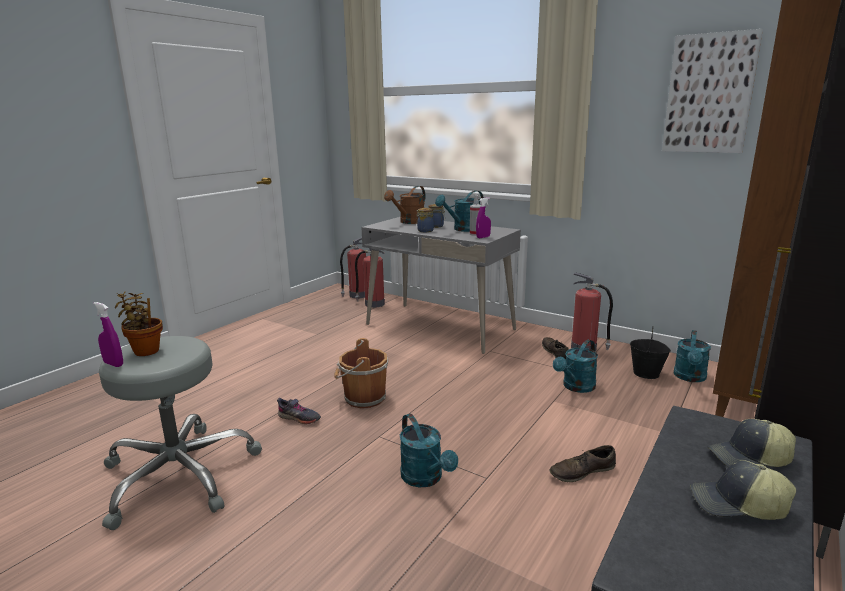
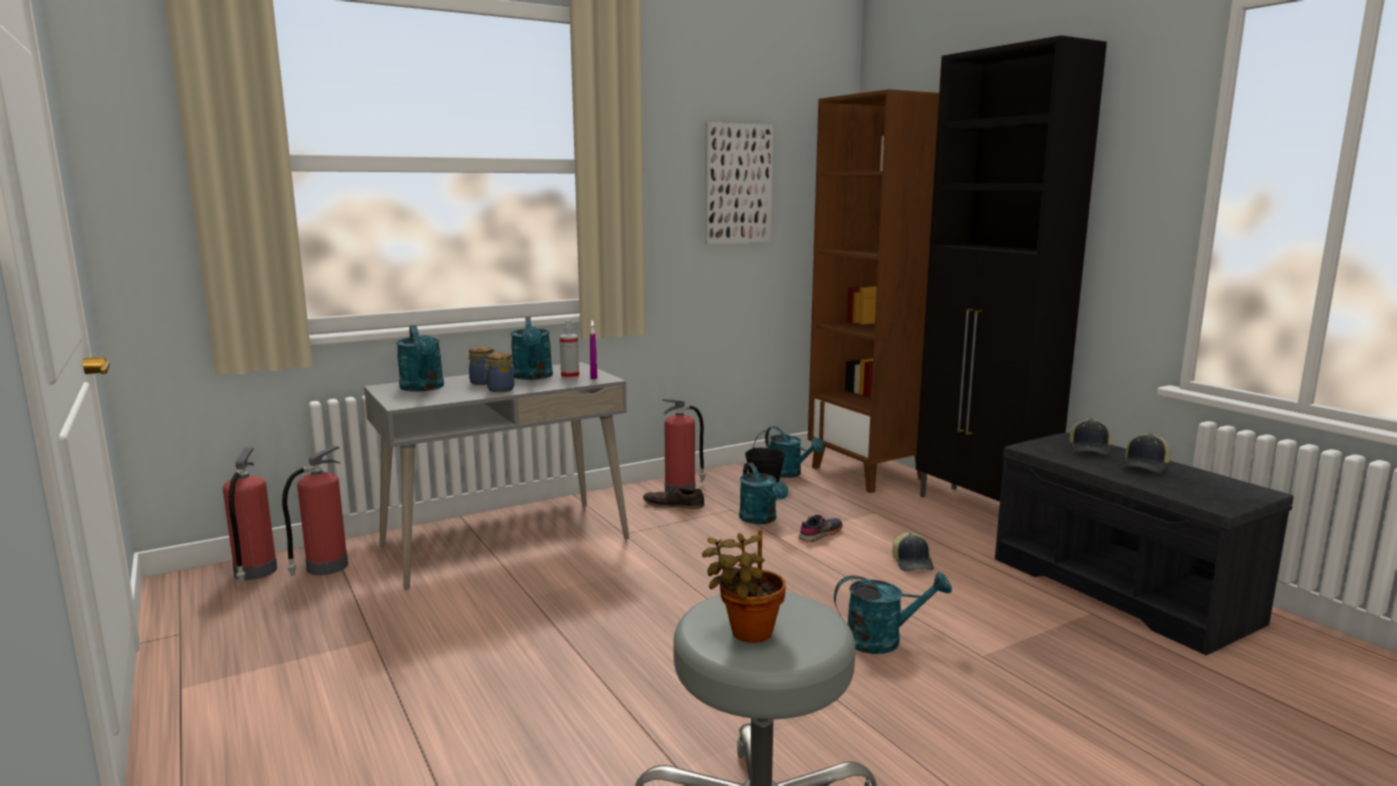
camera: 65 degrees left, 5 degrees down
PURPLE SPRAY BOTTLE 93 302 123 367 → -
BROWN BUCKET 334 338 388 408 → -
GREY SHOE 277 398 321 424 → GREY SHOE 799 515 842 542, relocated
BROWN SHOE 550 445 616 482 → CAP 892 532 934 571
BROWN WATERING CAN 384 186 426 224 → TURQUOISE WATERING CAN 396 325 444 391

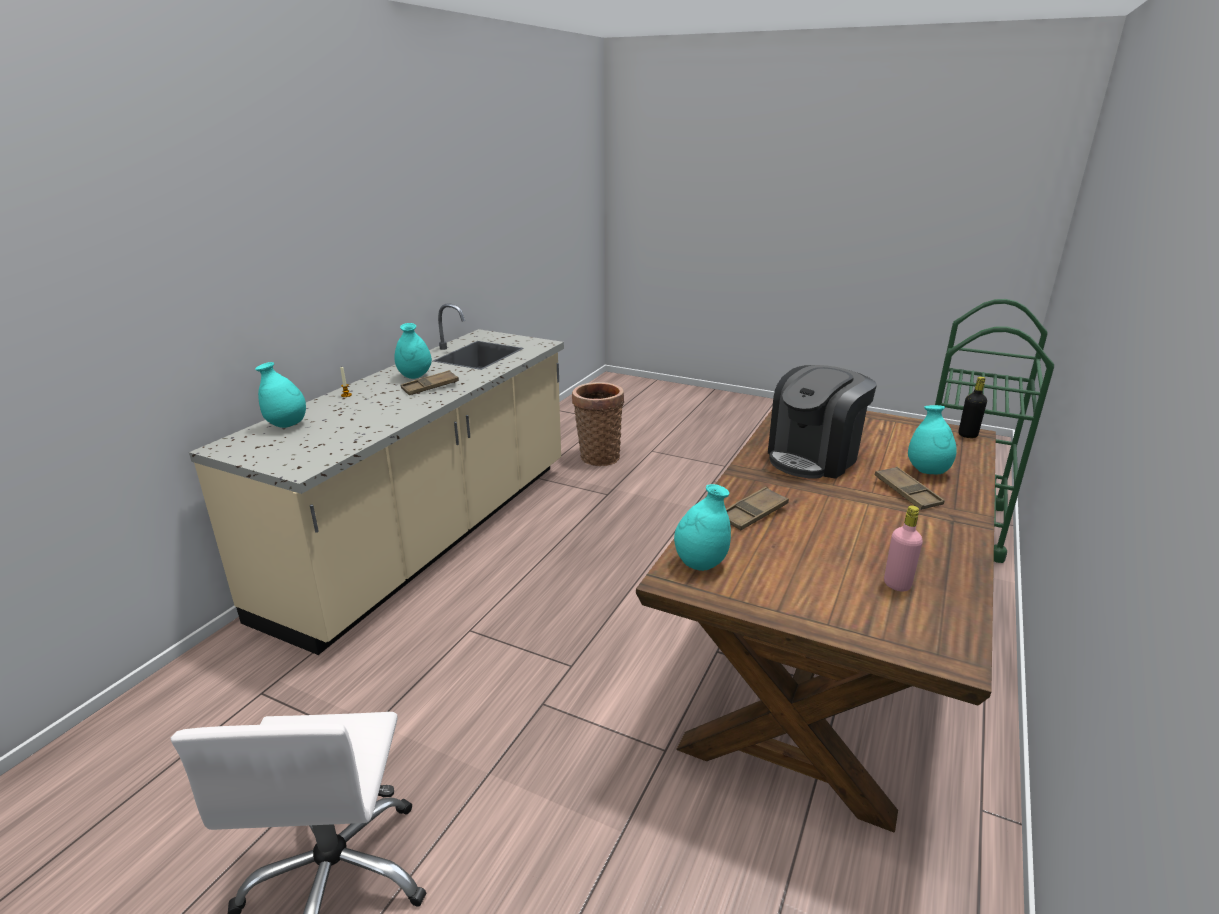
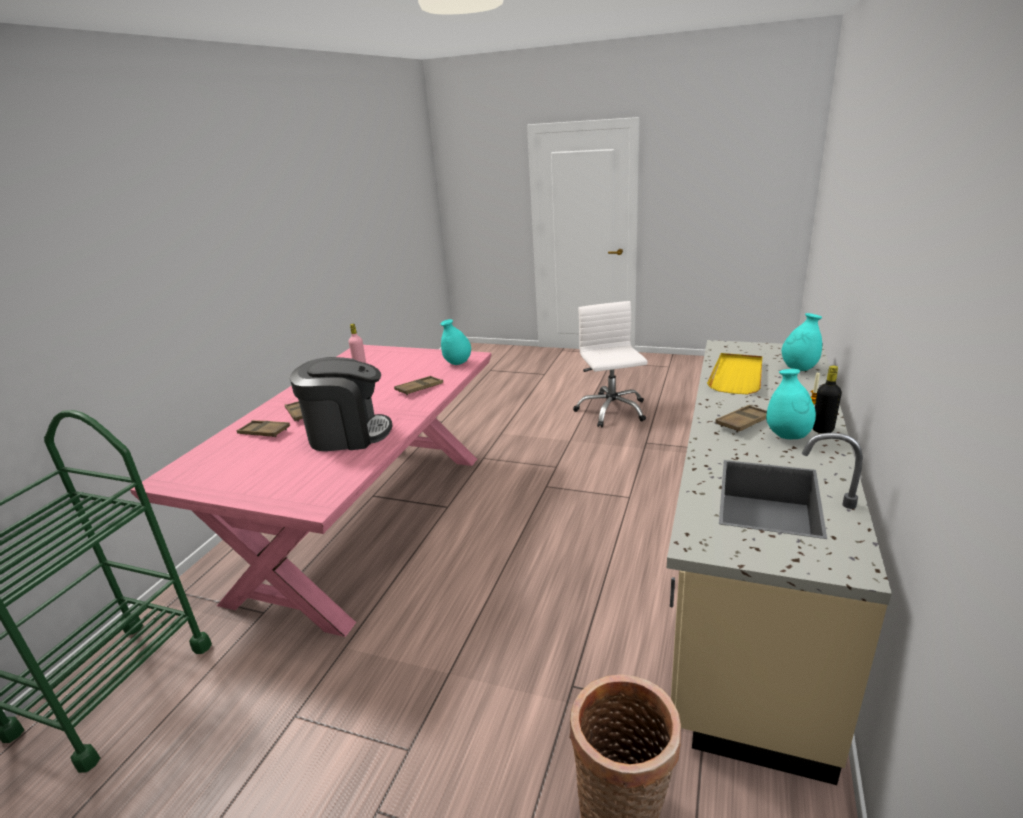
camera: 175 degrees right, 0 degrees up
- → YELLOW TRAY 707 353 762 394
BLACK BOTTLE 959 377 987 438 → BLACK BOTTLE 812 366 842 433, relocated
TURQUOISE VASE 908 405 957 475 → BROWN TRAY 236 420 290 437
BROWN DINING TABLE 636 410 996 832 → PINK DINING TABLE 130 345 491 637
COFFEE MACHINE 768 365 877 479 → COFFEE MACHINE 290 357 393 451, 45 degrees clockwise

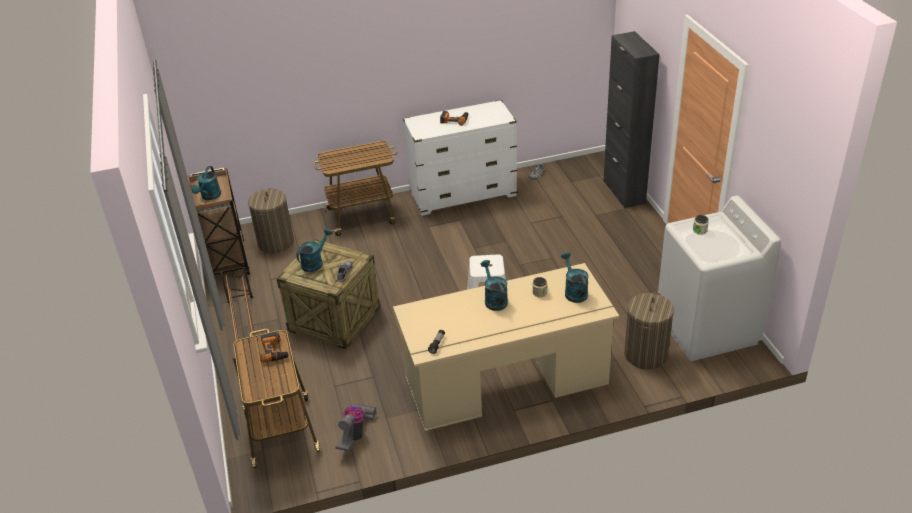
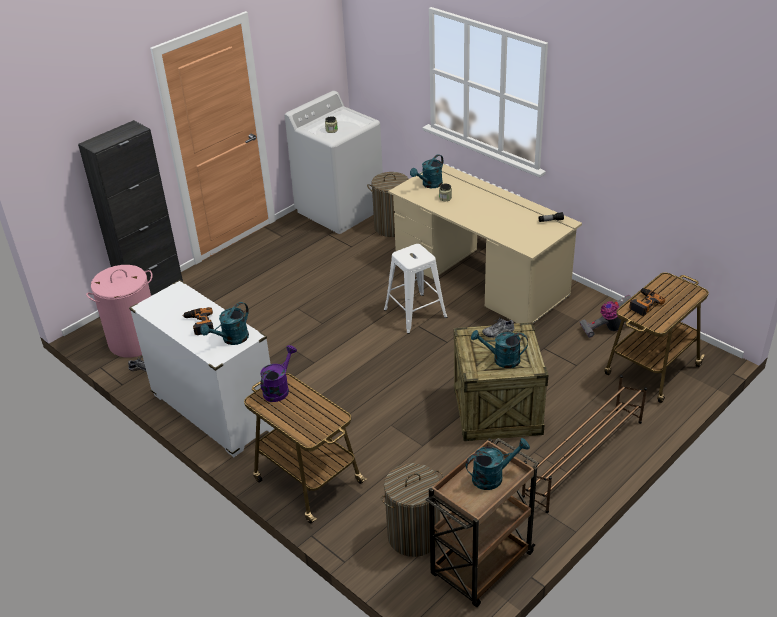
camera: 120 degrees left, 0 degrees up
- → PINK LAUNDRY BASKET 86 265 153 358
- → PURPLE WATERING CAN 260 345 297 402
TURQUOISE WATERING CAN 481 260 508 311 → TURQUOISE WATERING CAN 200 302 249 345, relocated

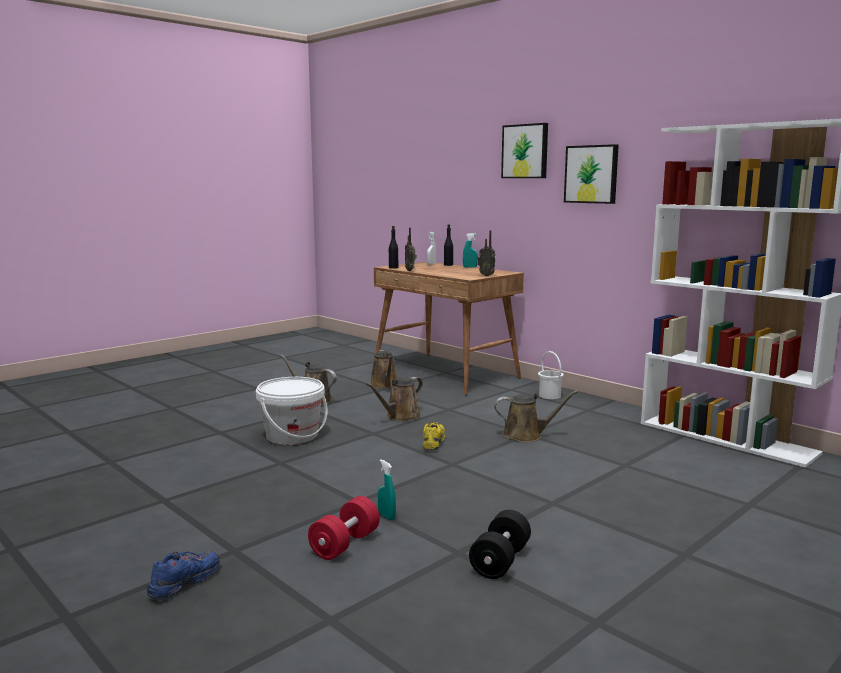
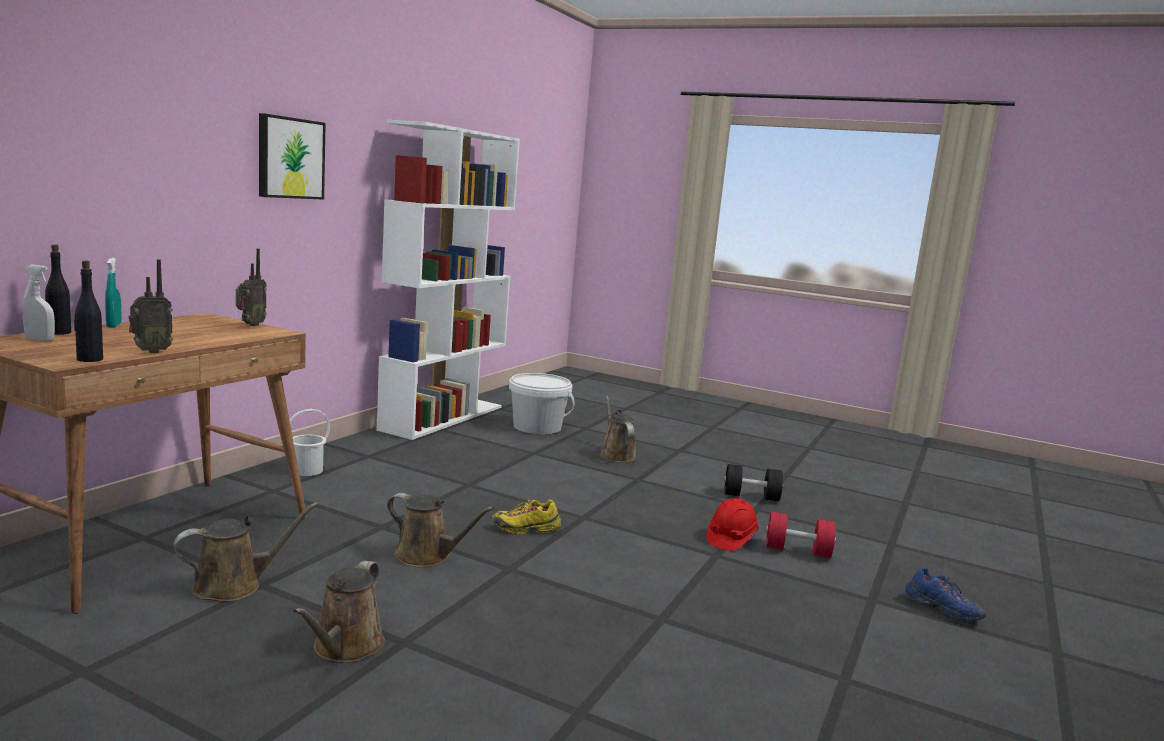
camera: 110 degrees left, 0 degrees up
PICTURE 501 123 548 178 → -
WHITE BUCKET 256 377 328 445 → WHITE BUCKET 509 373 575 435, relocated
BROWN WATERING CAN 495 391 578 442 → BROWN WATERING CAN 599 396 637 463, relocated
TURQUOISE SPRAY BOTTLE 378 459 396 520 → RED HARD HAT 707 498 759 551
BLUE SHOE 147 551 220 600 → BLUE SHOE 905 568 986 621, 150 degrees counterclockwise

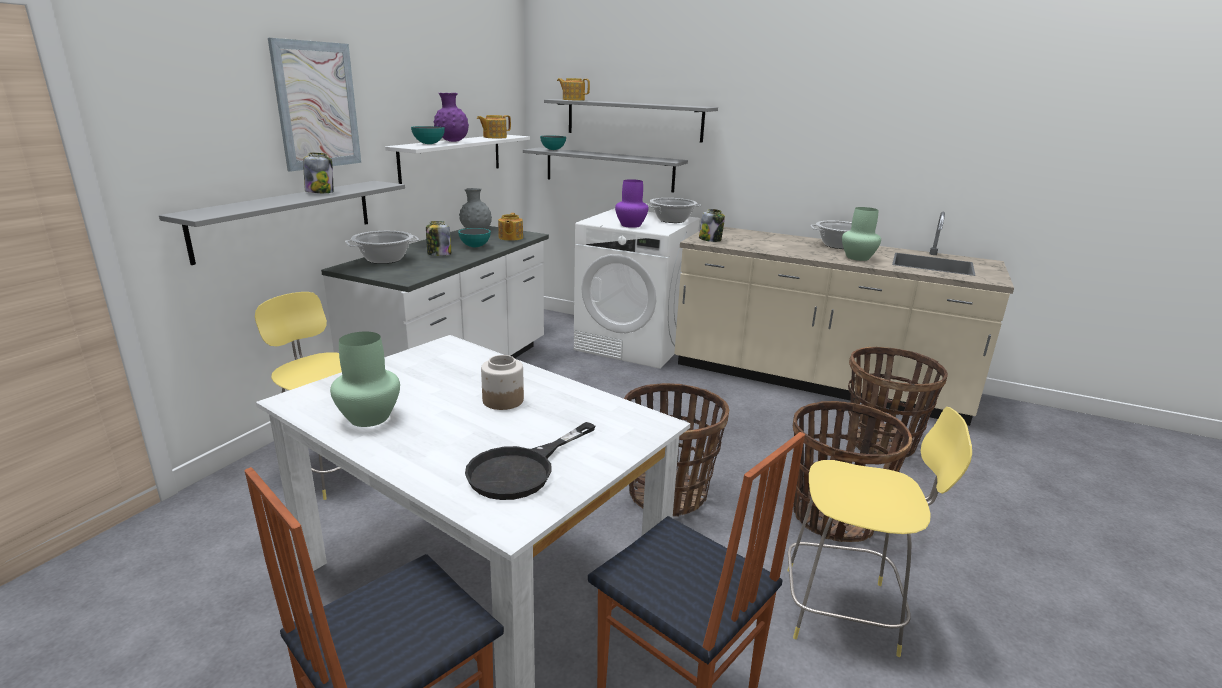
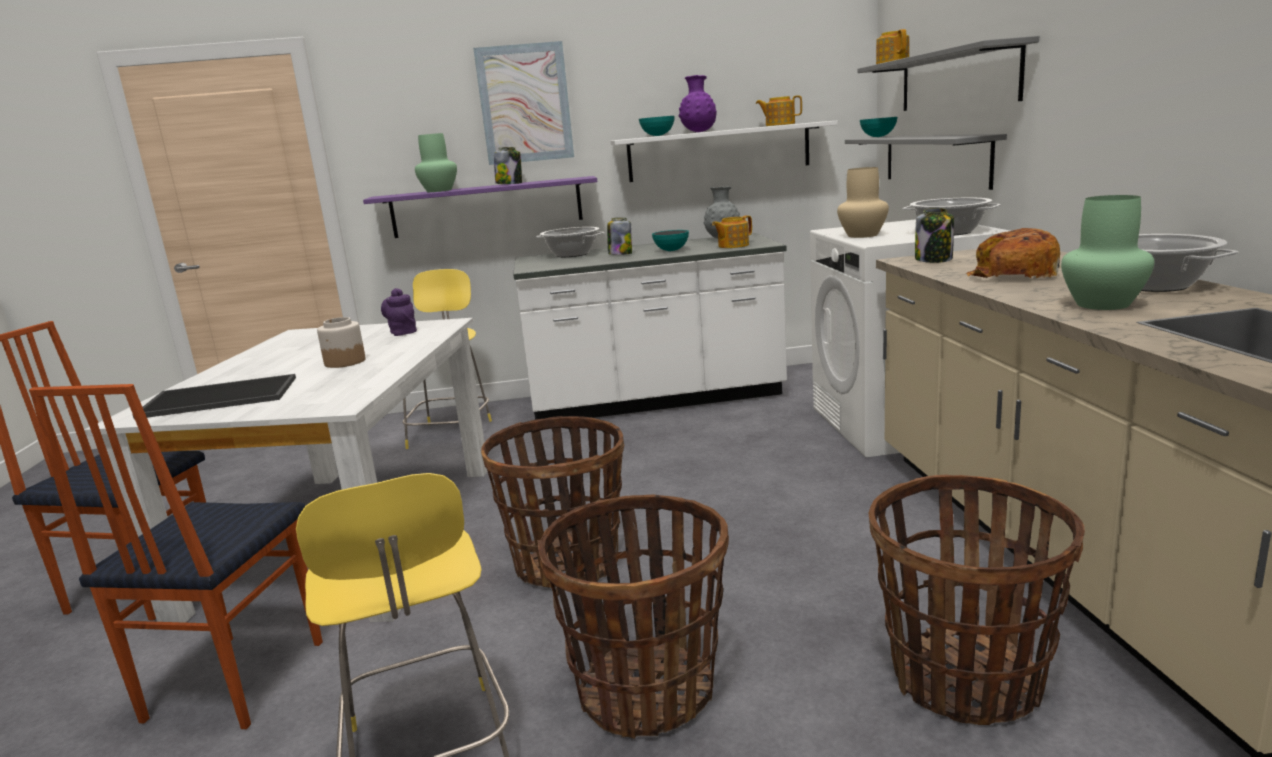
camera: 60 degrees right, 5 degrees down
- → PURPLE TEAPOT 381 288 417 336
- → BREAD 966 228 1060 278
GREEN VASE 330 332 400 427 → GREEN VASE 415 133 457 192, relocated
BLACK FRYING PAN 465 422 595 500 → TRAY 133 374 296 418
GREY SHELF 159 181 405 265 → PURPLE SHELF 363 176 597 238
PURPLE VASE 615 179 649 228 → BEIGE VASE 837 167 889 238

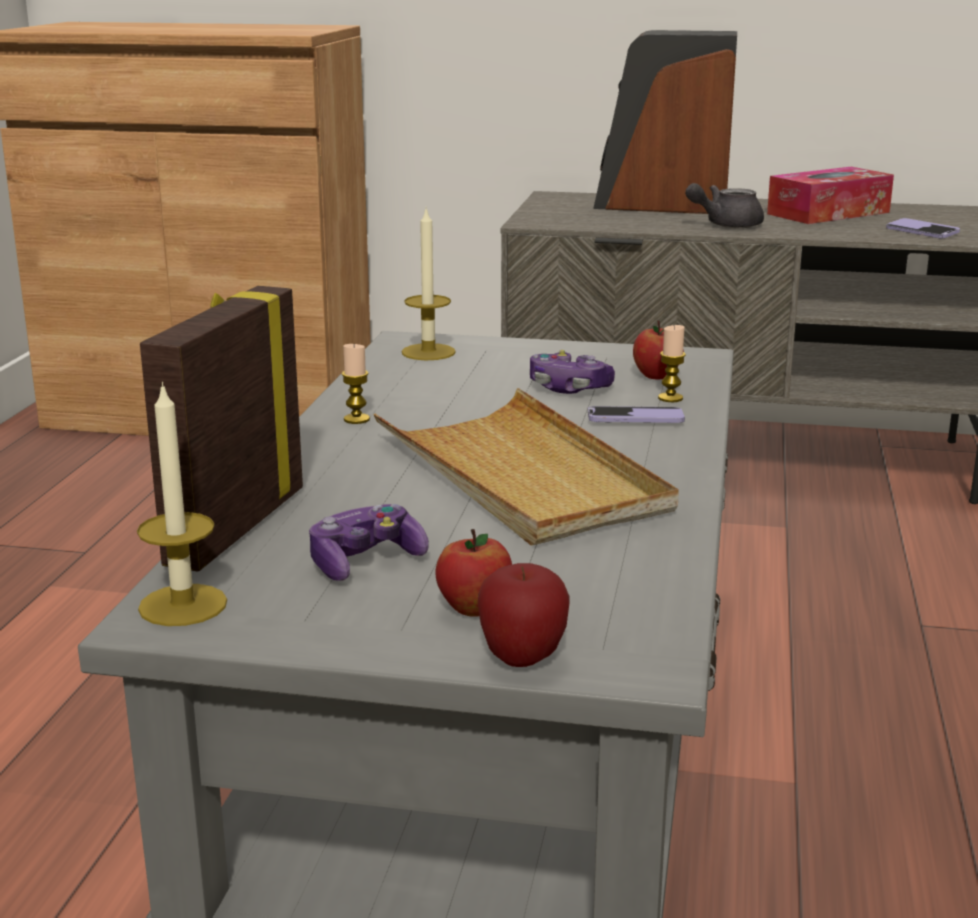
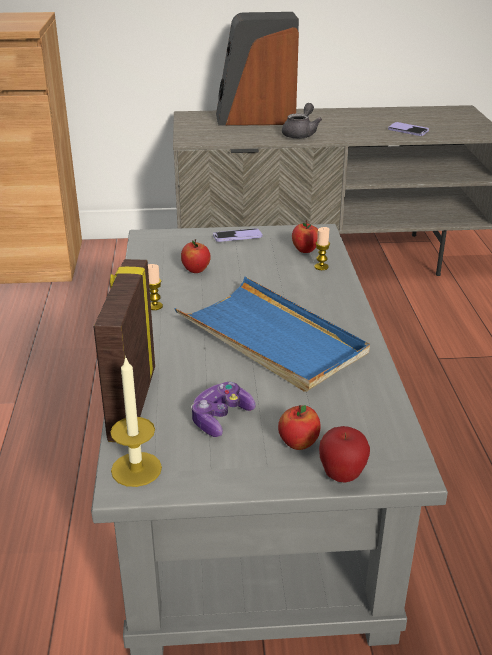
camera: 15 degrees left, 10 degrees up
CANDLE 402 209 456 360 → -
GAME CONTROLLER 530 350 615 394 → -
TISSUE BOX 767 167 894 224 → -
- → APPLE 181 239 211 273
PHONE 588 406 685 423 → PHONE 213 228 263 242, relocated
BEIGE TRAY 373 388 679 546 → BLUE TRAY 174 277 370 392
GREY TEAPOT 685 183 764 228 → GREY TEAPOT 282 103 322 139, 150 degrees clockwise

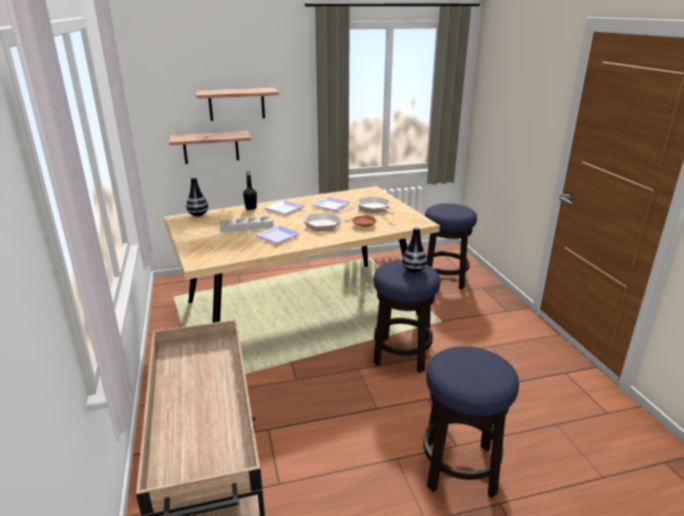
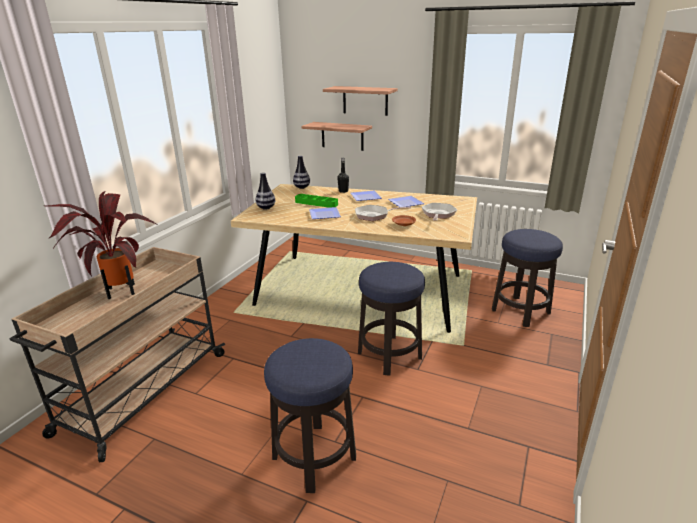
camera: 40 degrees right, 0 degrees up
- → POTTED PLANT 45 191 156 299
VASE 402 227 427 273 → VASE 256 172 275 210, relocated
GREY TRAY 220 216 273 232 → GREEN TRAY 295 194 338 208

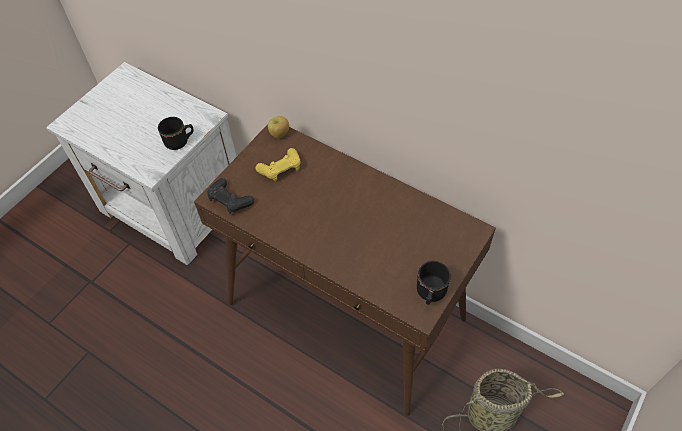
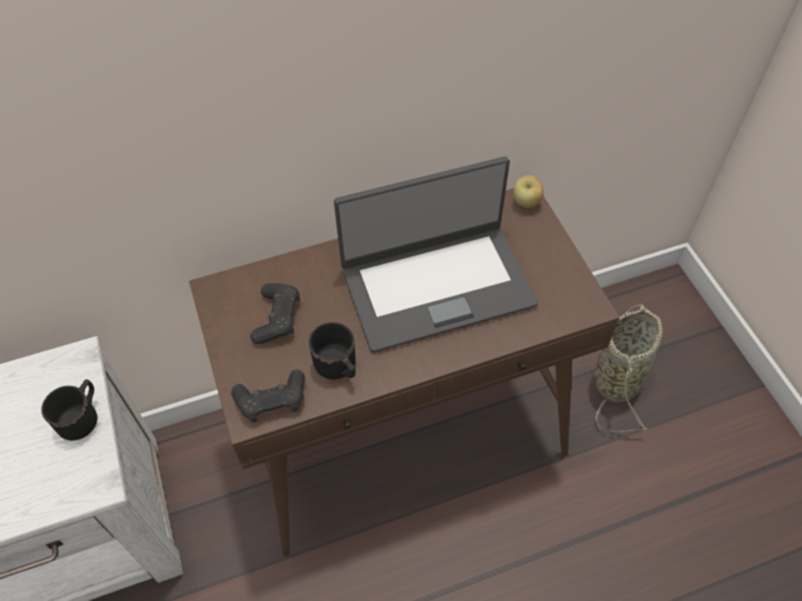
camera: 55 degrees left, 0 degrees up
- → LAPTOP 334 157 538 353
APPLE 268 116 289 139 → APPLE 513 175 544 208, relocated
BLACK MUG 417 261 451 305 → BLACK MUG 309 322 356 379, relocated
YELLOW GAME CONTROLLER 256 148 301 181 → BLACK GAME CONTROLLER 250 283 300 344

